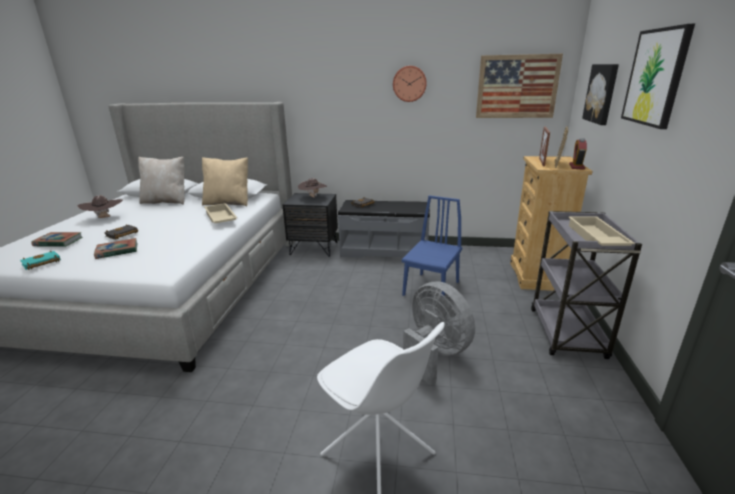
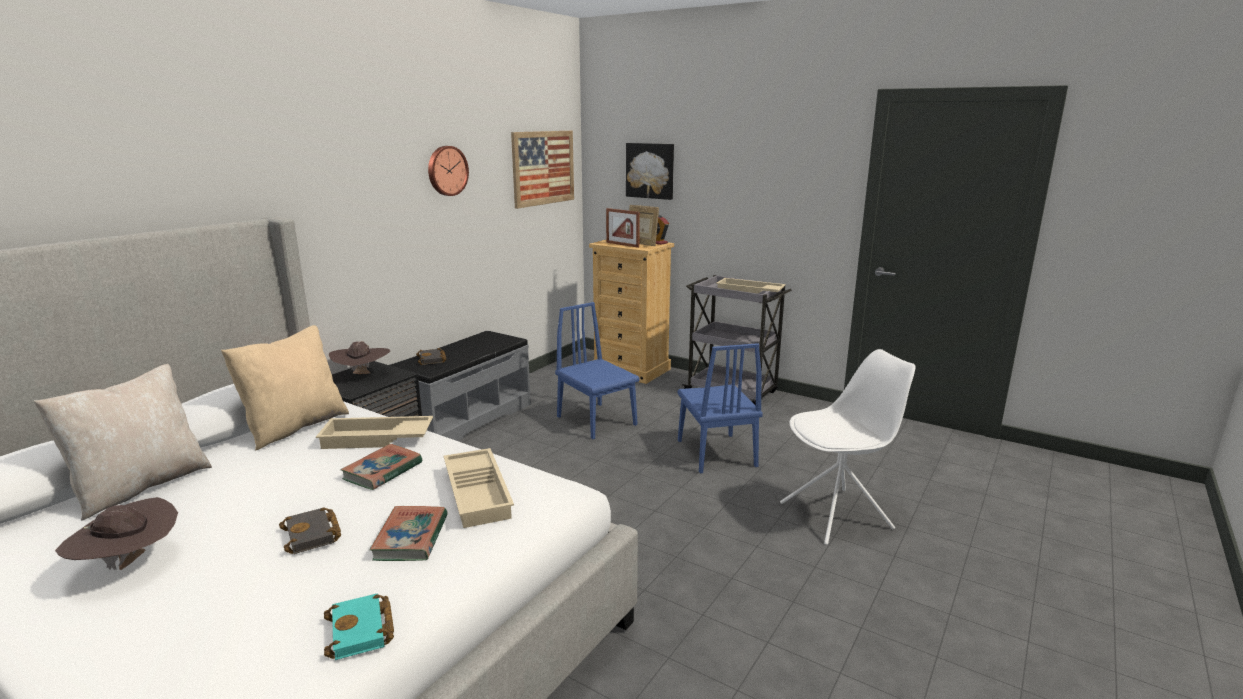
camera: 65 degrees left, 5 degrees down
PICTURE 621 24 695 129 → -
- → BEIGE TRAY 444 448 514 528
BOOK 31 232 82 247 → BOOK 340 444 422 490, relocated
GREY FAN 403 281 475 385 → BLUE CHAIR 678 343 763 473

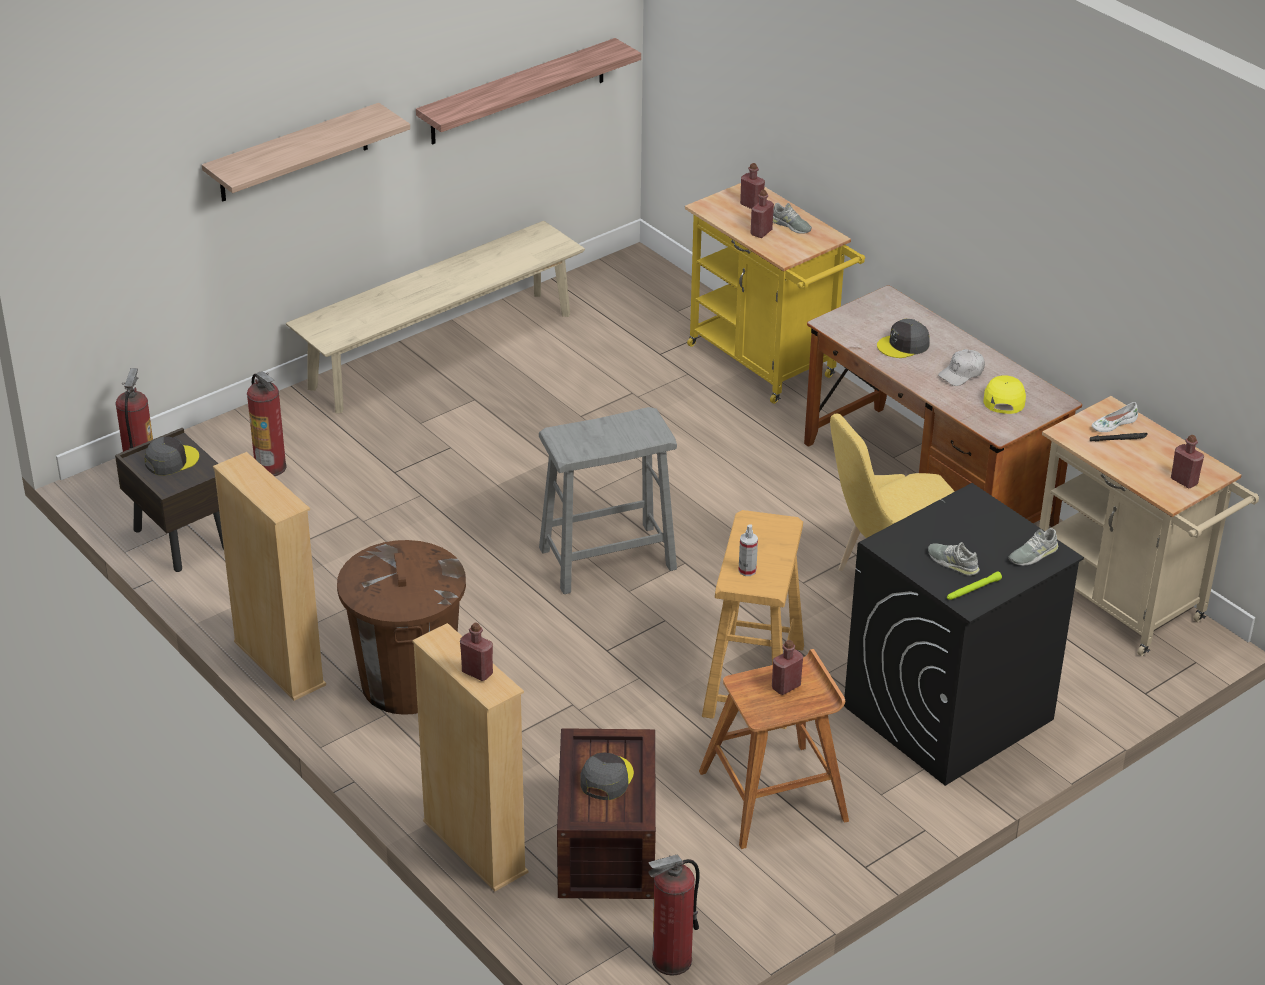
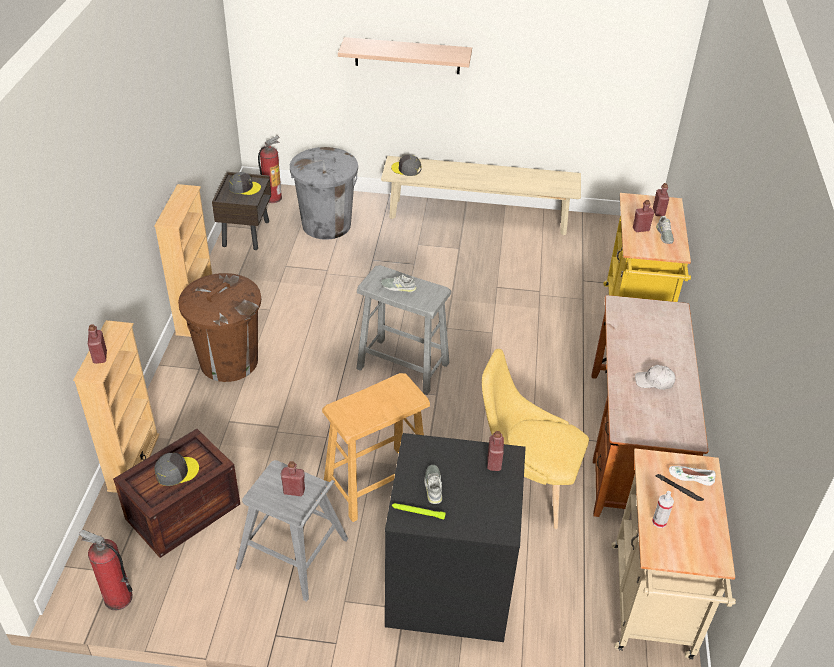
camera: 45 degrees right, 5 degrees up
SHELF 416 38 641 145 → -
YELLOW CAP 983 376 1026 414 → -
SPRAY BOTTLE 738 524 758 576 → SPRAY BOTTLE 652 491 674 528, relocated
GREY CAP 877 319 930 358 → GREY CAP 391 155 422 176, relocated
GREY SHOE 1008 528 1058 566 → GREY SHOE 381 274 417 292, relocated
RED BOTTLE 1171 435 1204 488 → RED BOTTLE 487 431 504 471, relocated
FIRE EXTINGUISHER 247 371 287 476 → GREY TRASH CAN 290 147 358 240
BROWN STOOL 699 649 849 849 → GREY STOOL 235 460 348 602

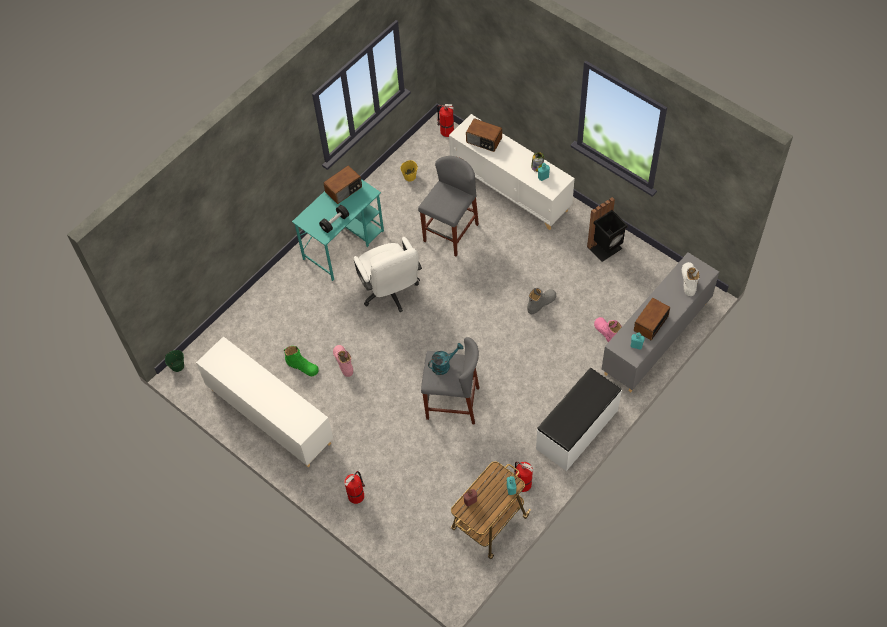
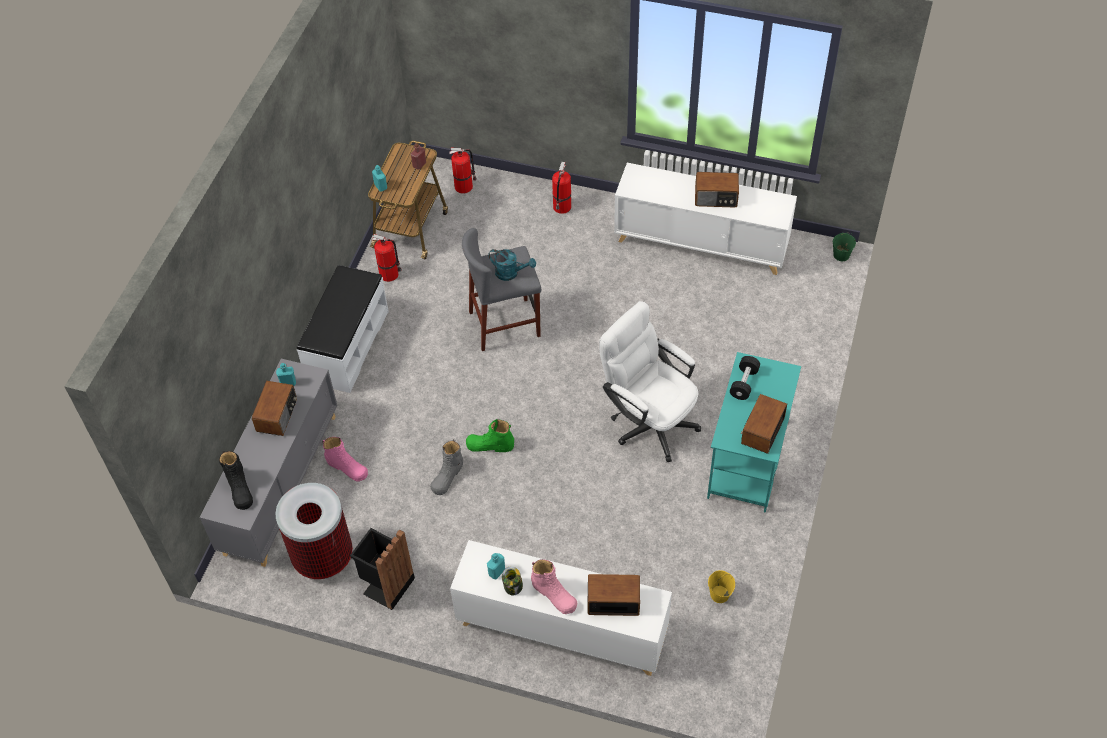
camera: 155 degrees right, 5 degrees down
GREY STOOL 418 156 479 256 → -
- → TRASH CAN 276 483 353 579
- → RADIO 695 172 739 208
GREEN BOOT 284 346 319 376 → GREEN BOOT 466 419 514 452, relocated
PINK BOOT 333 345 353 377 → PINK BOOT 531 559 577 614, relocated
FIRE EXTINGUISHER 437 104 454 137 → FIRE EXTINGUISHER 449 148 477 193, relocated
WHITE BOOT 682 262 700 296 → BLACK BOOT 219 451 253 510
TURQUOISE WATERING CAN 428 343 463 375 → TURQUOISE WATERING CAN 488 249 536 281, 105 degrees counterclockwise

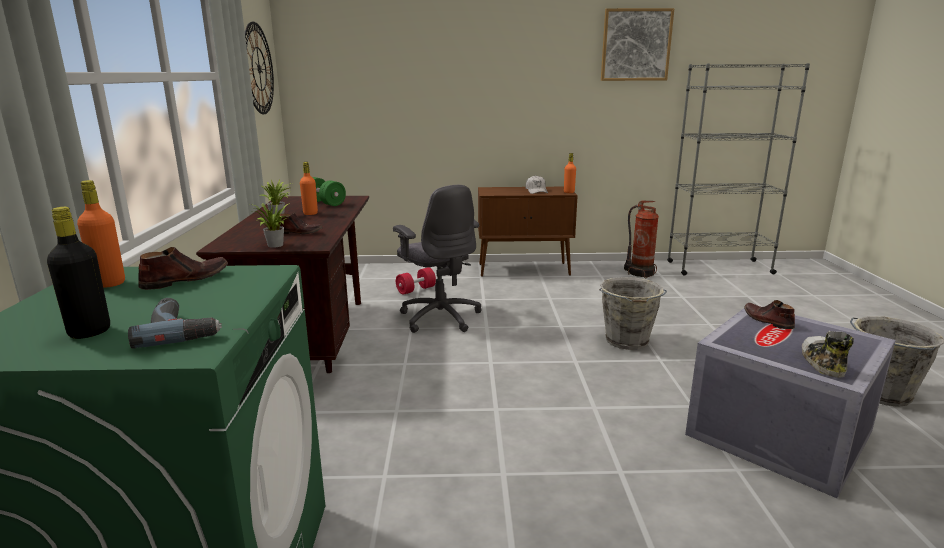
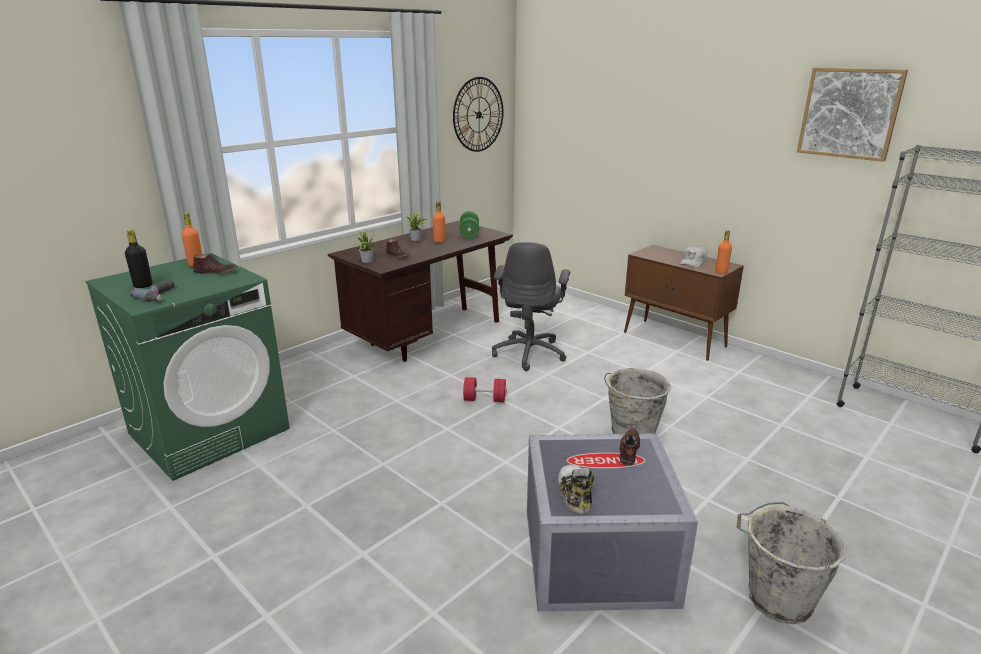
camera: 45 degrees right, 5 degrees up
FIRE EXTINGUISHER 624 201 659 278 → -
RED DUMBBELL 396 267 436 295 → RED DUMBBELL 463 377 507 402, relocated
SHOE 802 331 854 378 → SHOE 558 465 594 514, 60 degrees counterclockwise

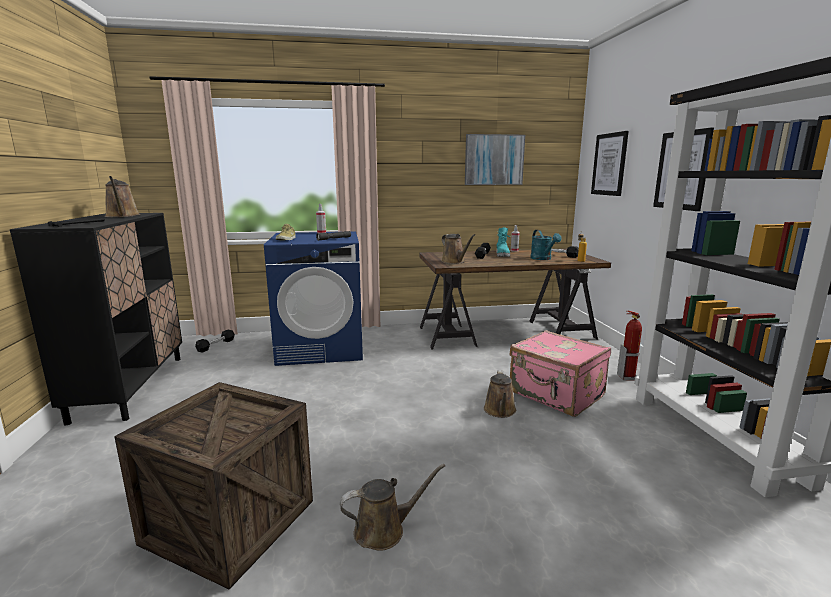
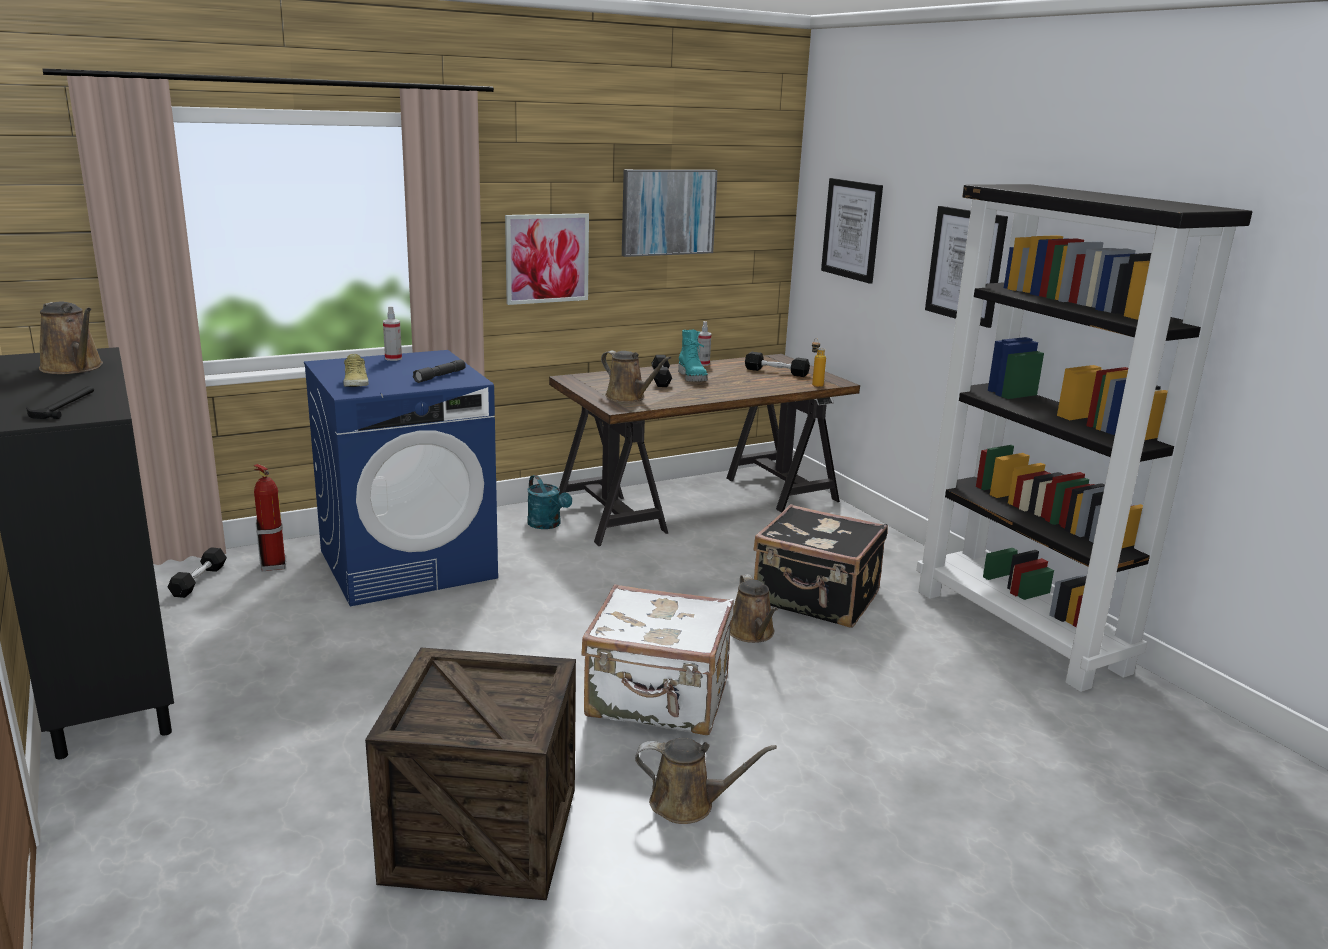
camera: 20 degrees left, 5 degrees up
- → PICTURE 505 213 589 305
- → WHITE SUITCASE 581 584 734 735
TURQUOISE WATERING CAN 530 230 562 260 → TURQUOISE WATERING CAN 527 475 572 529, relocated
FIRE EXTINGUISHER 617 311 642 381 → FIRE EXTINGUISHER 253 464 287 571, relocated
PINK SUITCASE 509 330 611 417 → BLACK SUITCASE 754 504 888 628
BROWN WATERING CAN 340 464 445 551 → BROWN WATERING CAN 635 738 777 824, 45 degrees clockwise

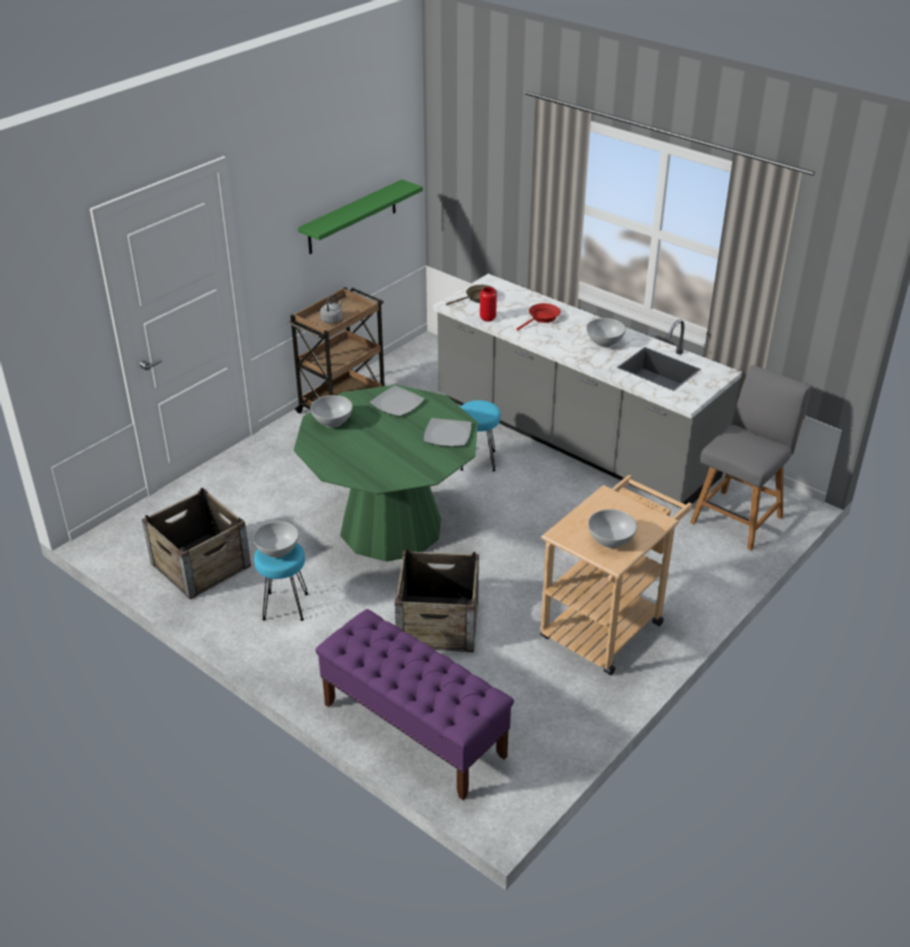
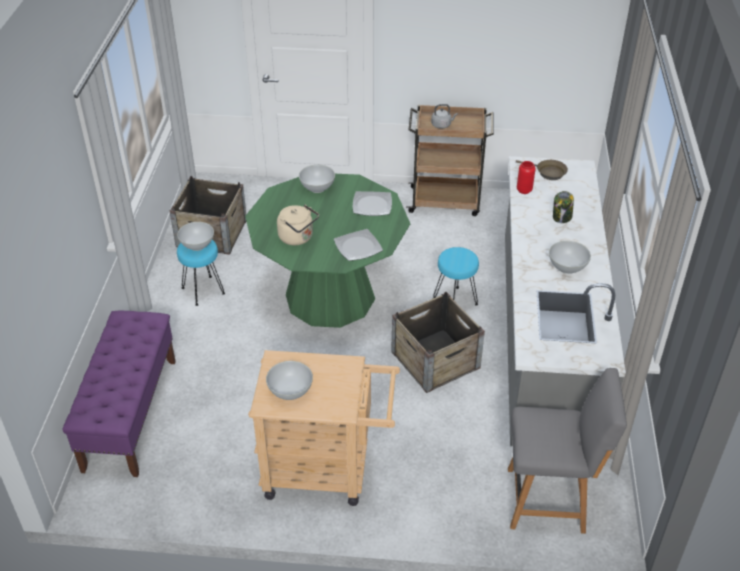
camera: 55 degrees right, 5 degrees up
GREEN SHELF 298 179 423 254 → -
- → BEIGE KETTLE 277 204 319 245
CRATE 395 549 479 652 → CRATE 391 292 485 393, relocated
RED FRYING PAN 517 303 560 330 → JAR 553 191 574 223

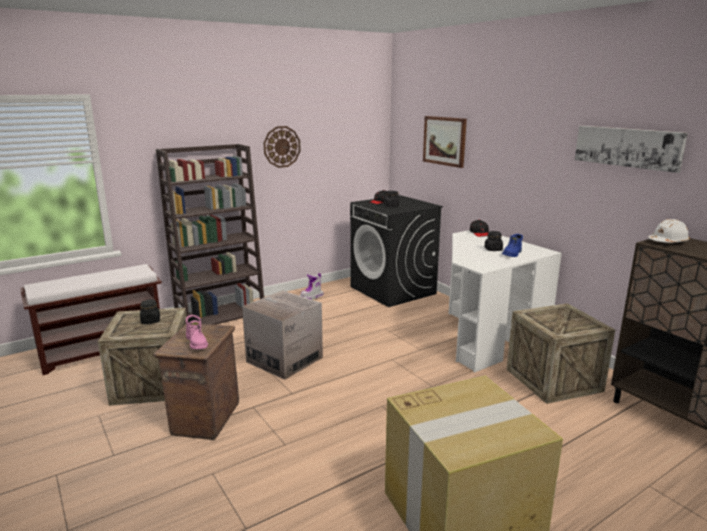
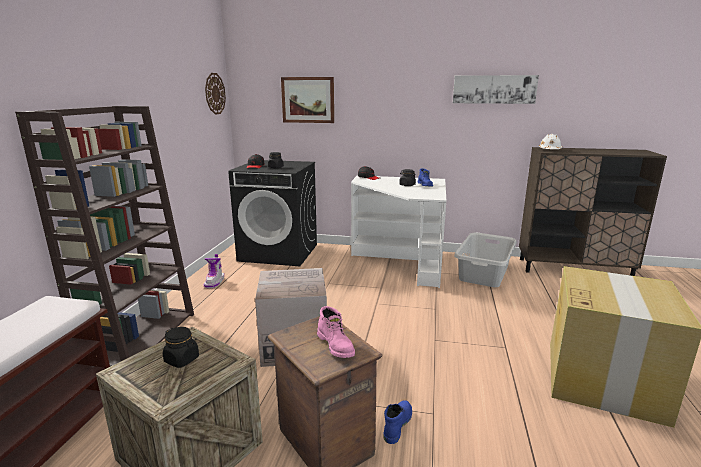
camera: 45 degrees left, 0 degrees up
- → BLUE BOOT 383 400 412 444
WALL CLOCK 264 126 300 168 → WALL CLOCK 205 73 226 115, relocated
CRATE 507 303 615 404 → GREY LAUNDRY BASKET 454 232 517 287
PINK BOOT 186 315 208 349 → PINK BOOT 317 306 355 358, 45 degrees clockwise

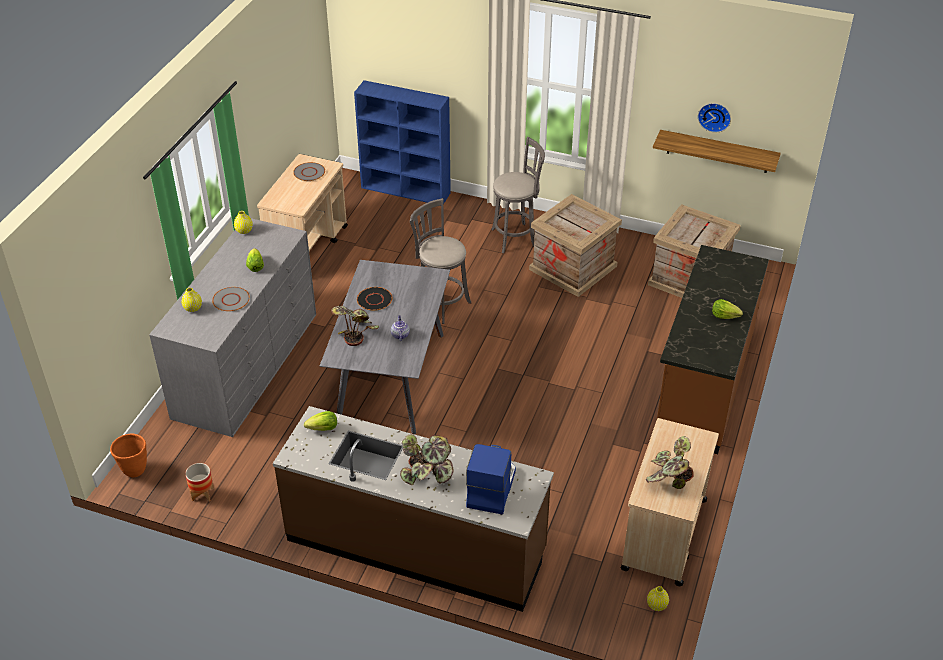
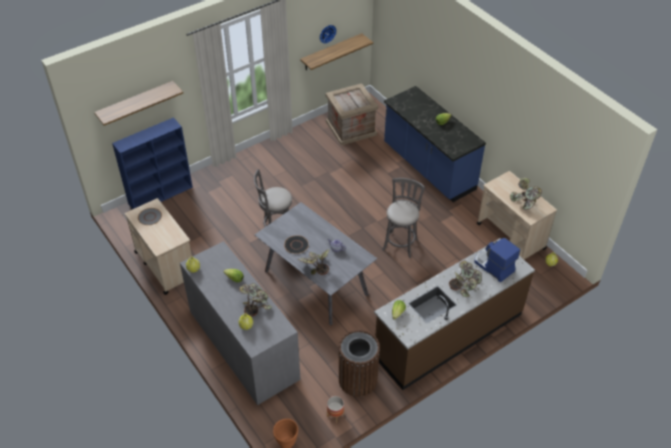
camera: 55 degrees left, 5 degrees up
CRATE 529 194 622 297 → -
- → SHELF 94 81 183 126
- → BROWN TRASH CAN 339 330 380 397
GREY STOOL 491 137 545 253 → GREY STOOL 382 178 425 258, relocated
GREY PLATE 212 287 250 311 → POTTED PLANT 239 283 272 317
BROWN COUNTER 657 245 769 454 → BLUE COUNTER 384 86 486 202

